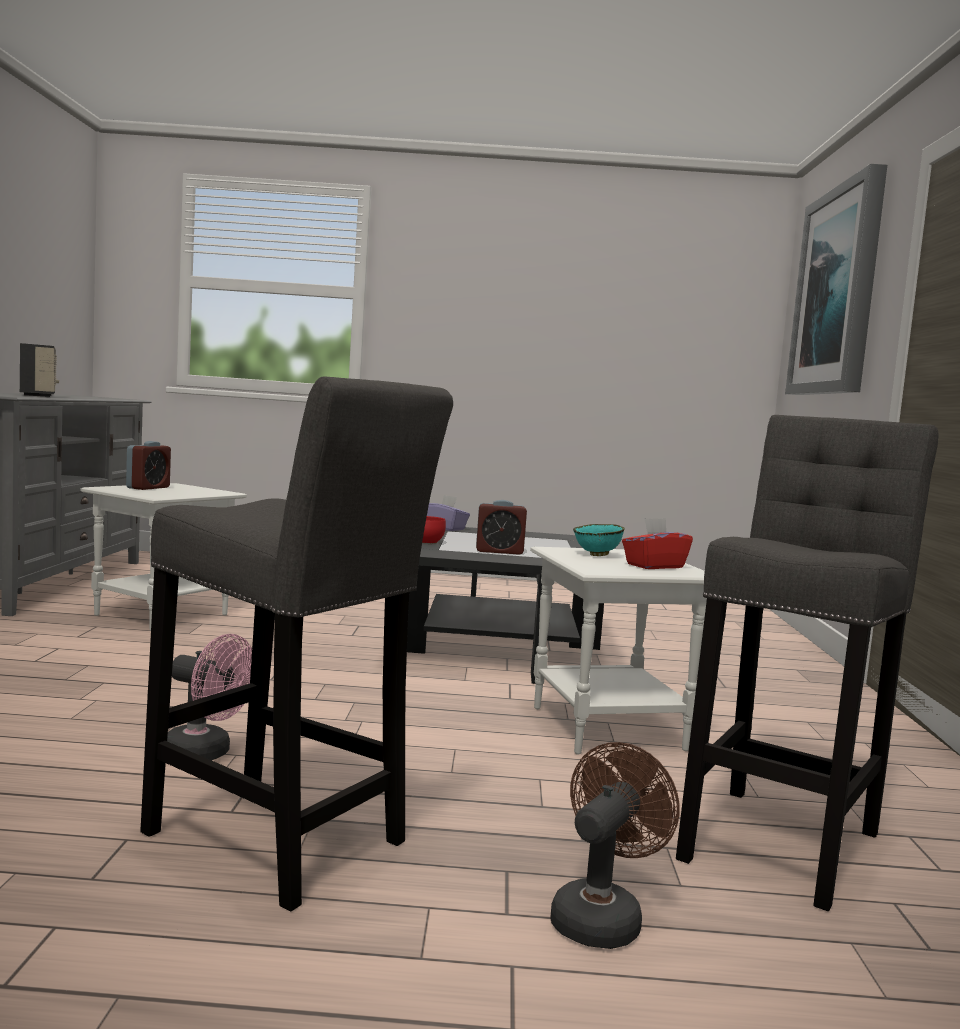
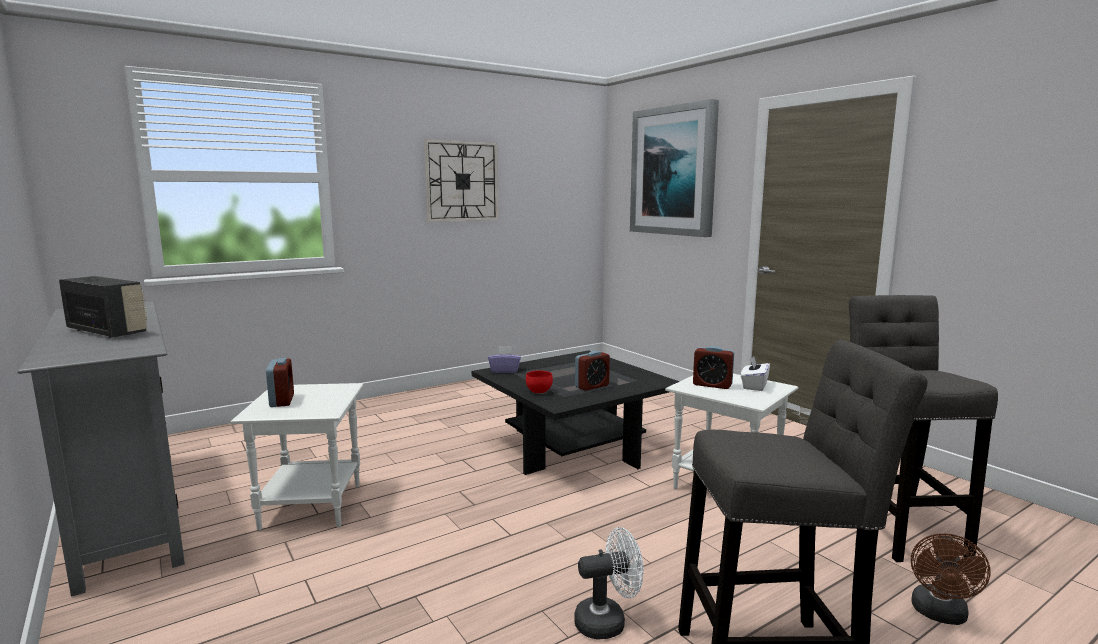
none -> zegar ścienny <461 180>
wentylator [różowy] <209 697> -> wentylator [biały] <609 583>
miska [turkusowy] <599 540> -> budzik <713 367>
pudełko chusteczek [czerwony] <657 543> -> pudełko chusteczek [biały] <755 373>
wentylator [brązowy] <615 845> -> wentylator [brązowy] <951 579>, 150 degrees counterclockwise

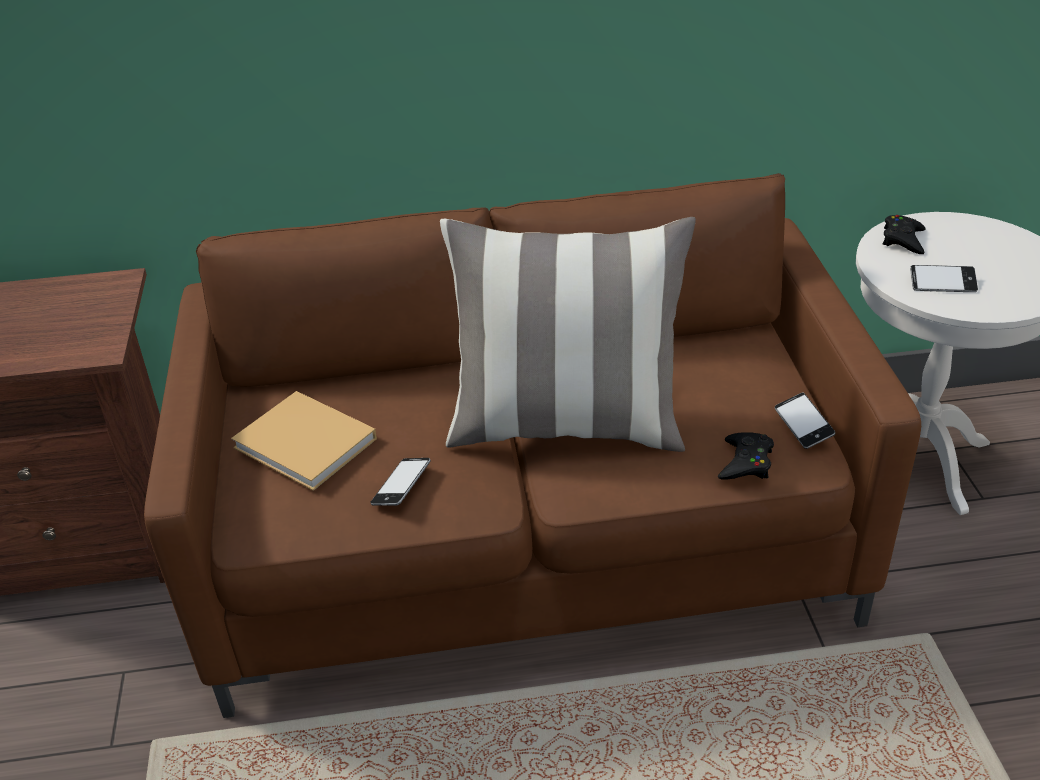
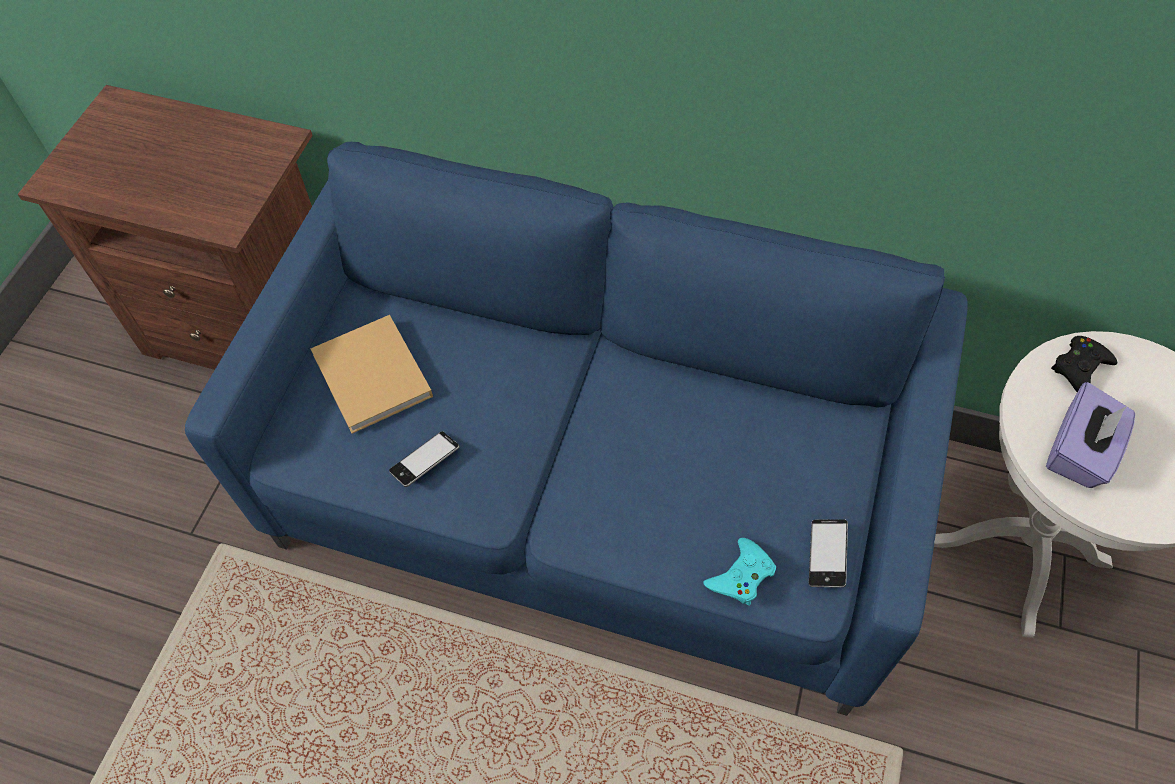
kanapa [brązowy] <532 445> -> kanapa [niebieski] <576 429>
pad do gier [czarny] <746 456> -> pad do gier [turkusowy] <739 572>
telefon <944 278> -> pudełko chusteczek [fioletowy] <1090 435>
poduszka <568 334> -> none

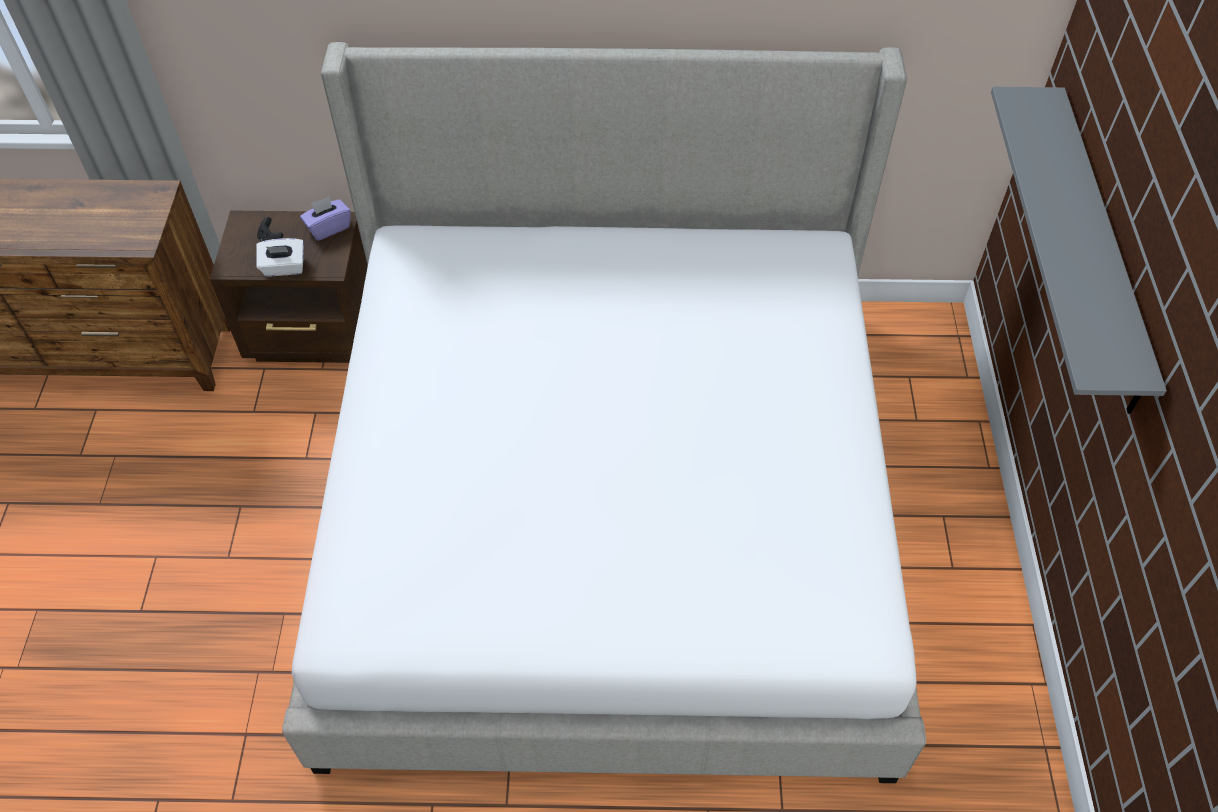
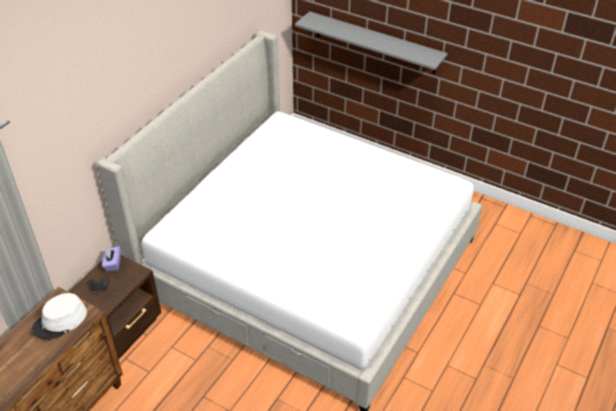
none -> kapelusz [biały] <59 316>
pudełko chusteczek [biały] <280 257> -> none

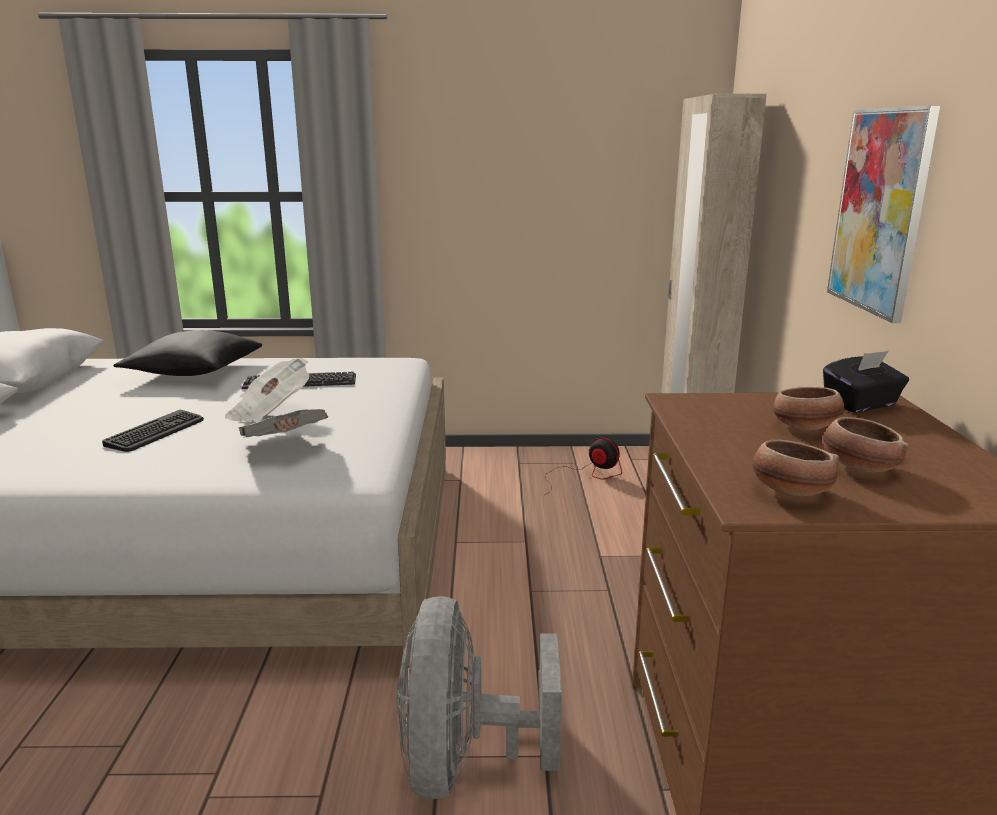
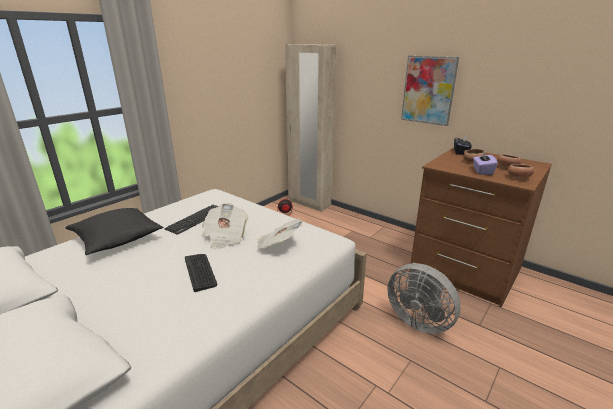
none -> pudełko chusteczek [fioletowy] <485 163>

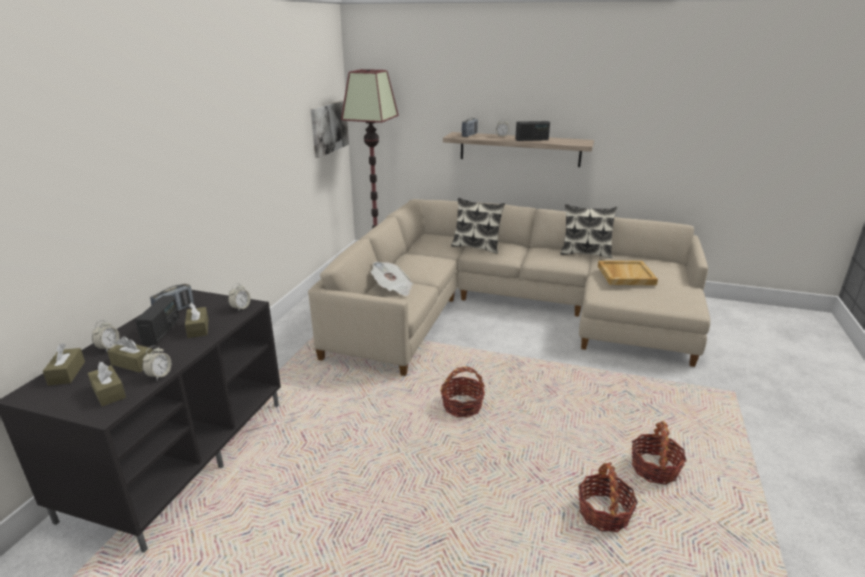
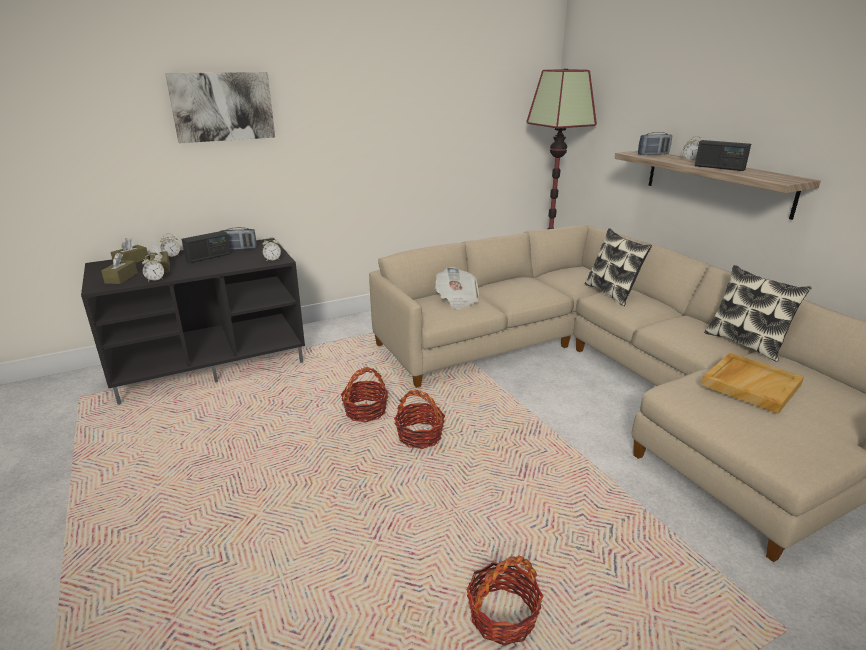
obraz <330 129> -> obraz <220 107>, relocated
koszyk <608 497> -> koszyk <365 395>, relocated
pudełko chusteczek [brązowy] <196 320> -> none

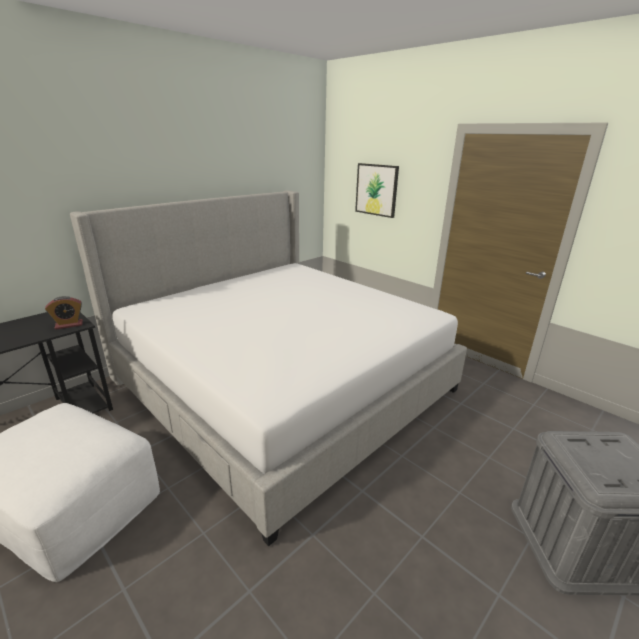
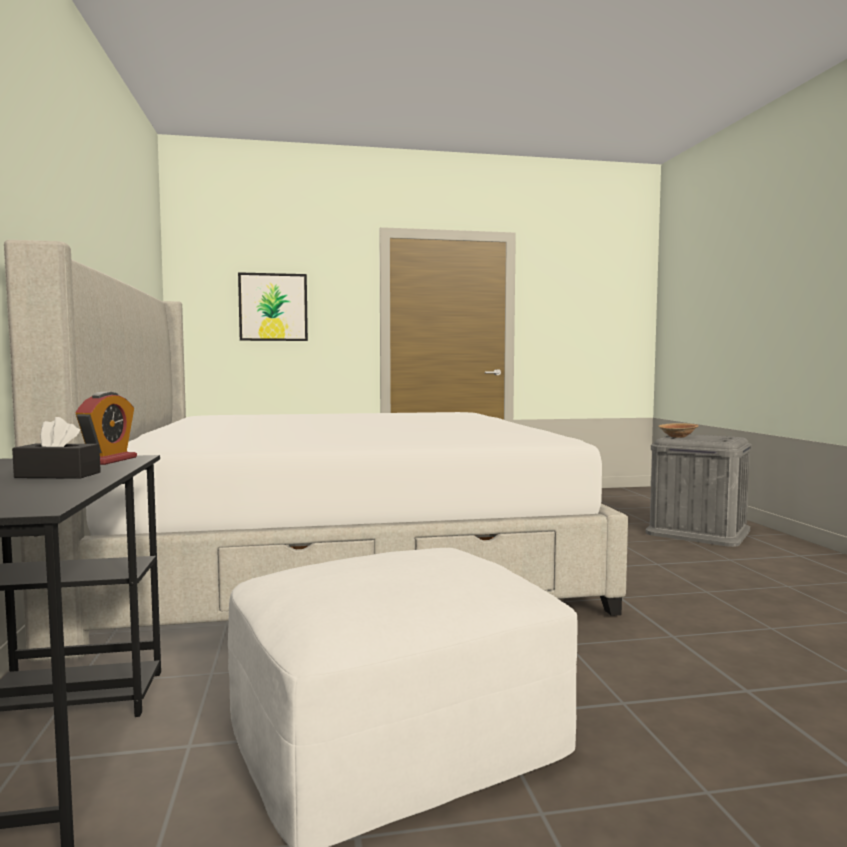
none -> pudełko chusteczek [czarny] <56 448>
none -> miska [brązowy] <678 430>

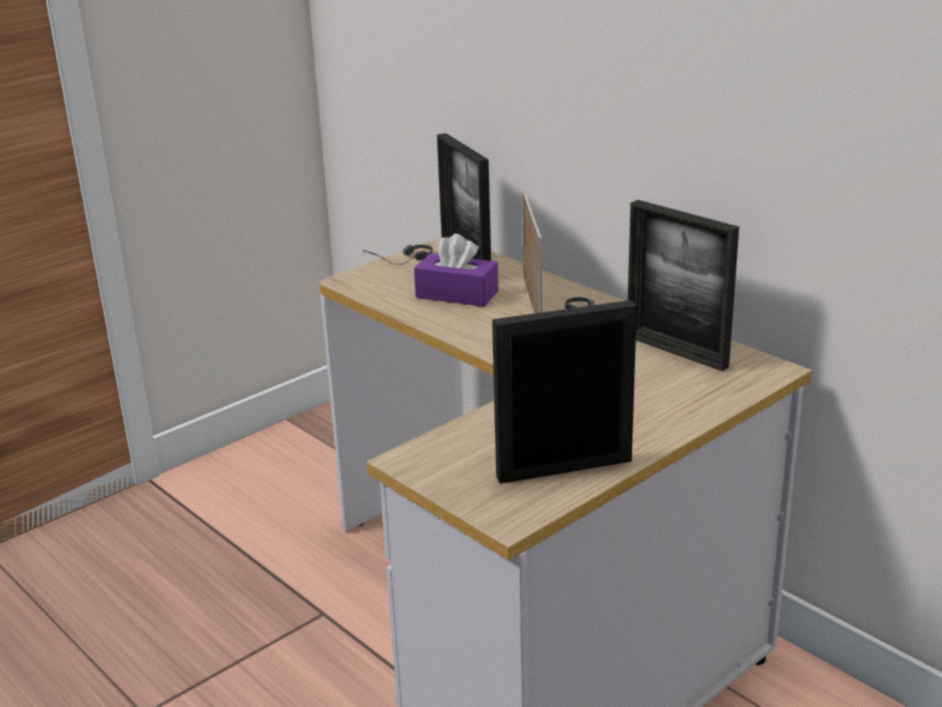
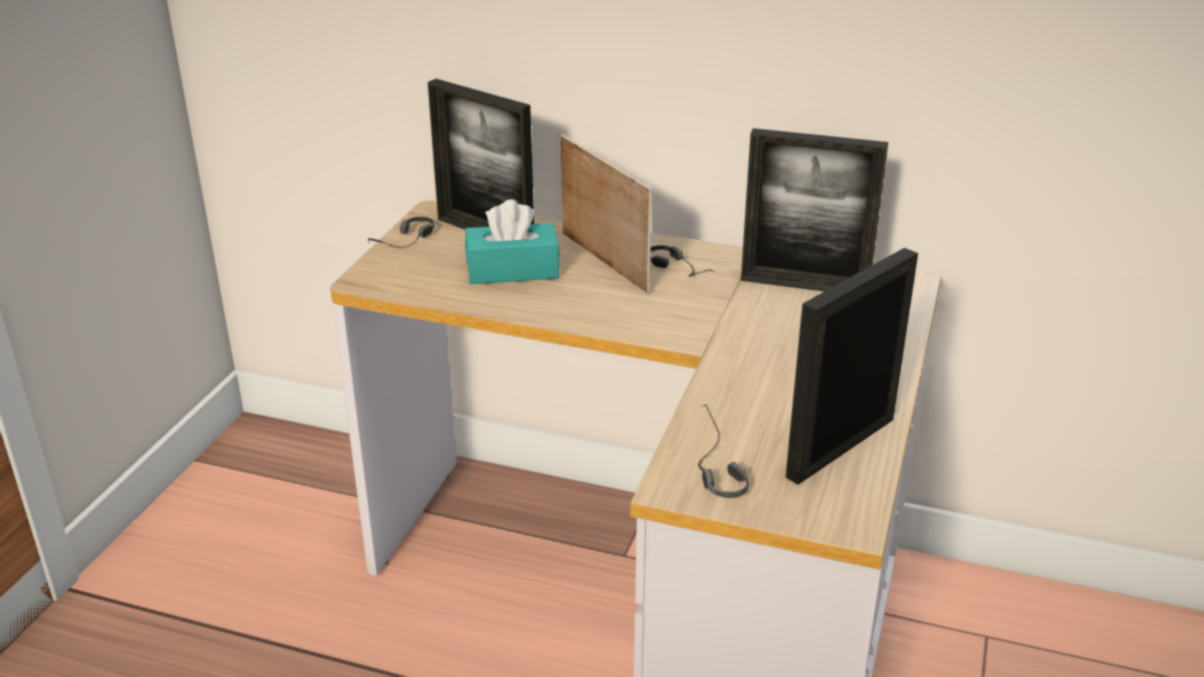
pudełko chusteczek [fioletowy] <456 270> -> pudełko chusteczek [turkusowy] <512 241>
none -> słuchawki <723 451>

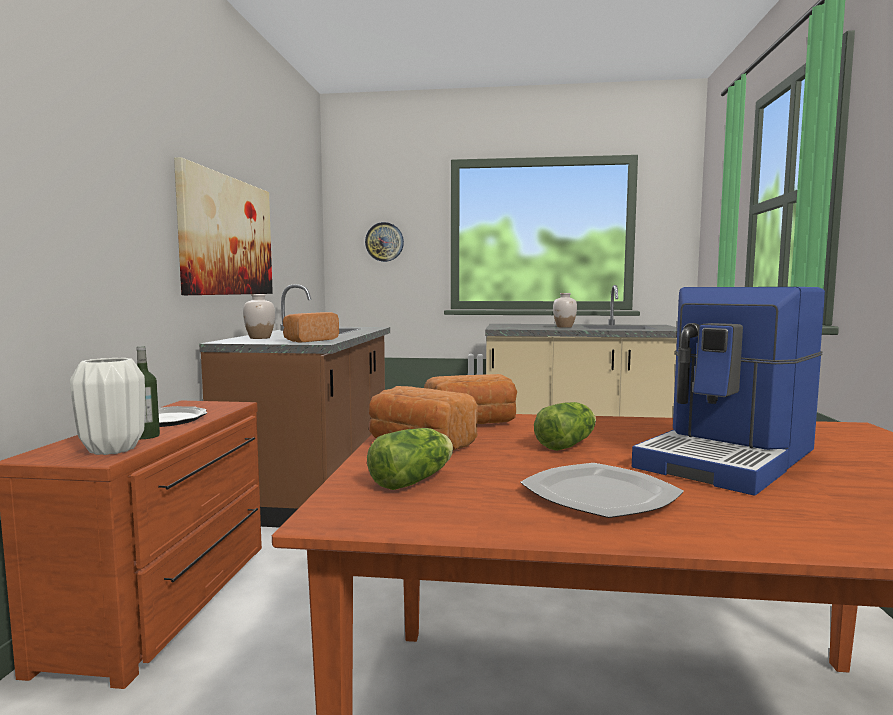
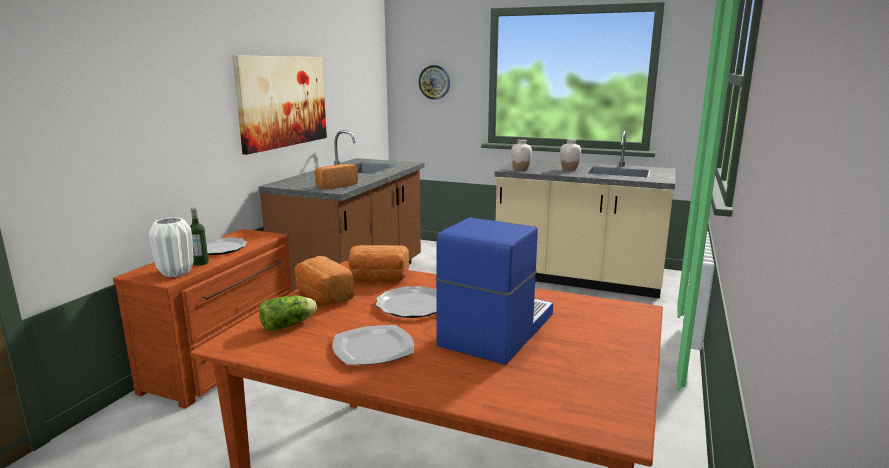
sałata <565 426> -> talerz <406 302>
ekspres do kawy <728 391> -> ekspres do kawy <494 291>, 150 degrees clockwise
wazon [biały] <259 316> -> wazon [biały] <521 155>, relocated

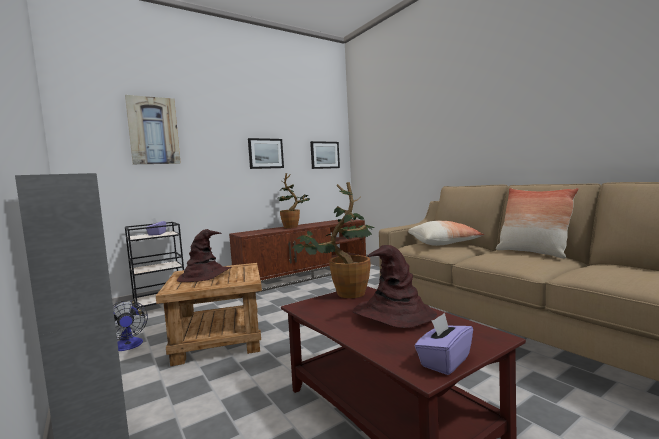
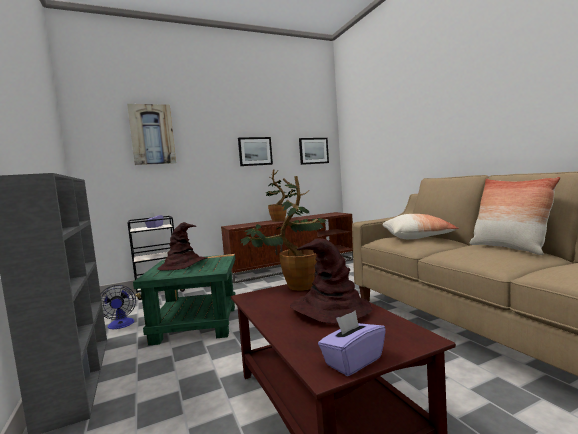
stolik [brązowy] <209 314> -> stolik [zielony] <184 300>

